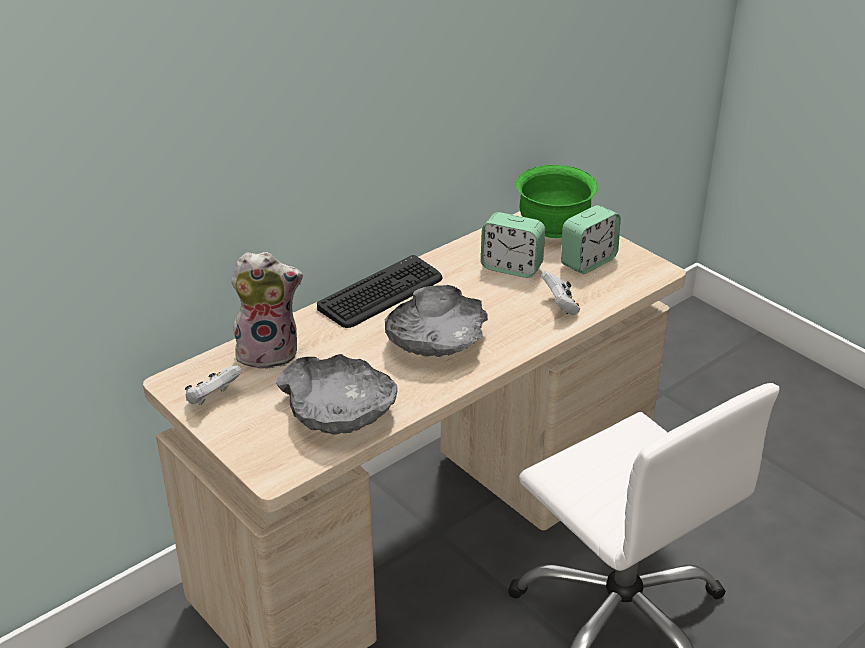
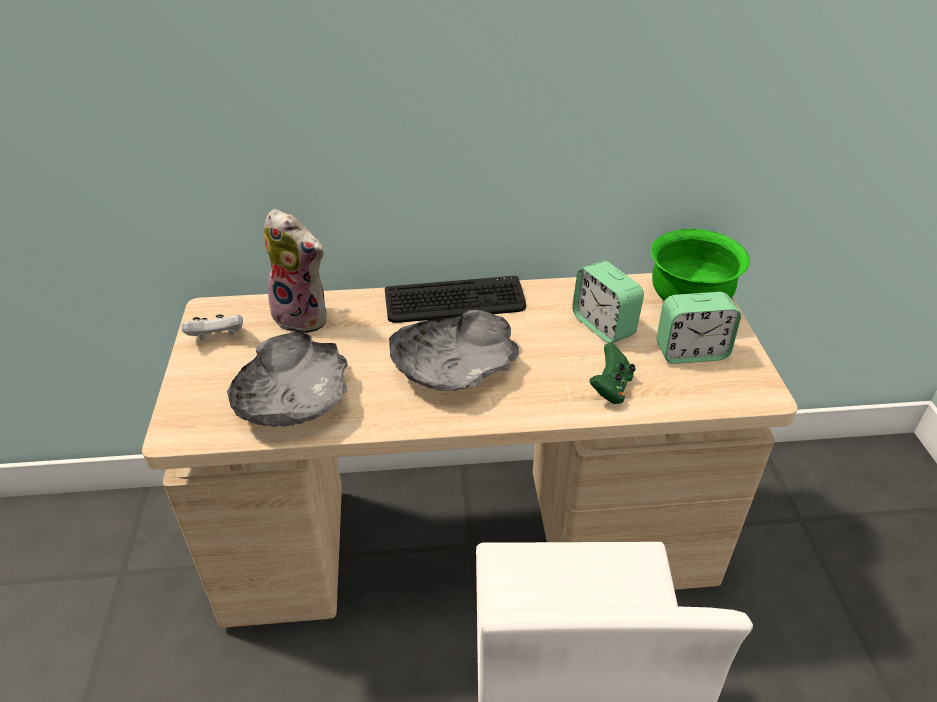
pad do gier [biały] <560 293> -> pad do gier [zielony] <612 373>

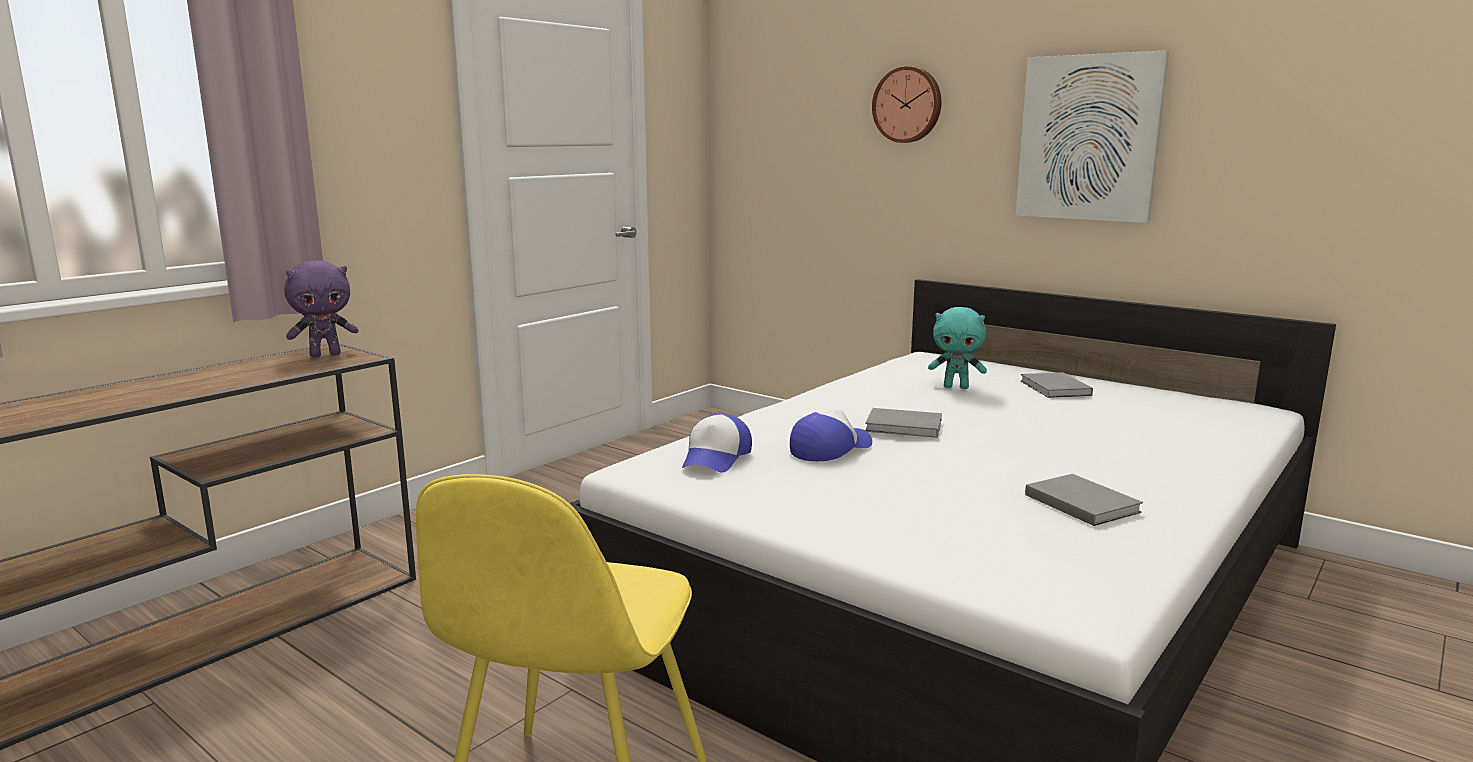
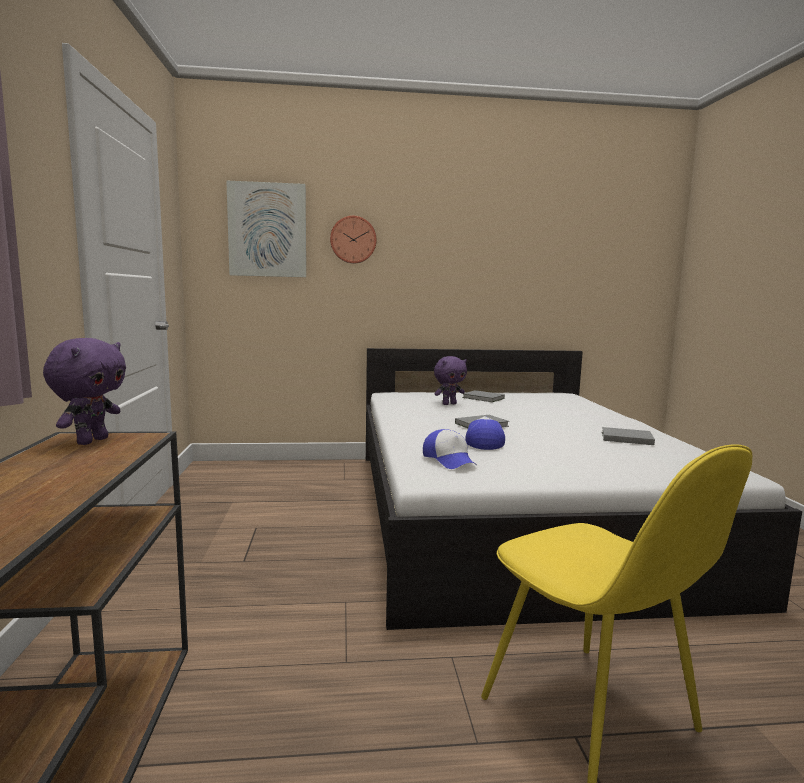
obraz <1092 136> -> obraz <266 229>, relocated
pluszak [turkusowy] <957 348> -> pluszak [fioletowy] <450 380>

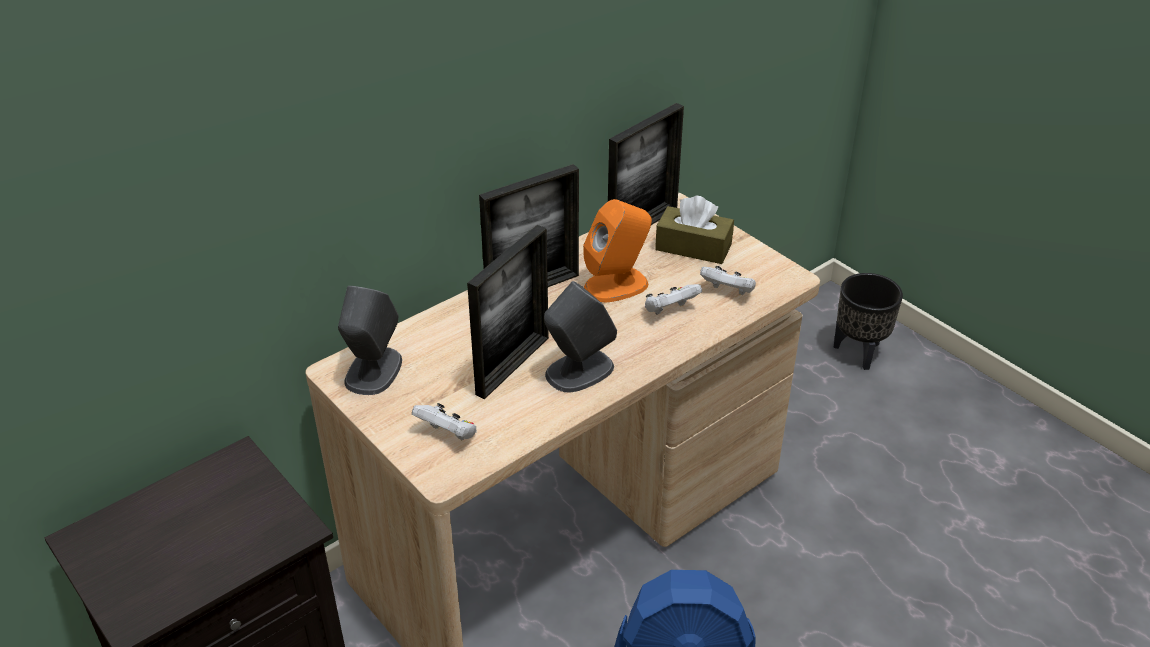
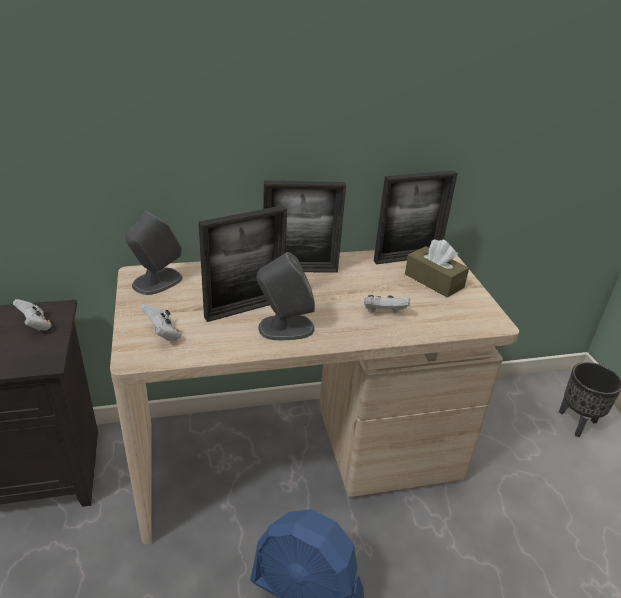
pad do gier [biały] <728 280> -> pad do gier [biały] <32 315>, relocated
głośnik [pomarańczowy] <617 250> -> none

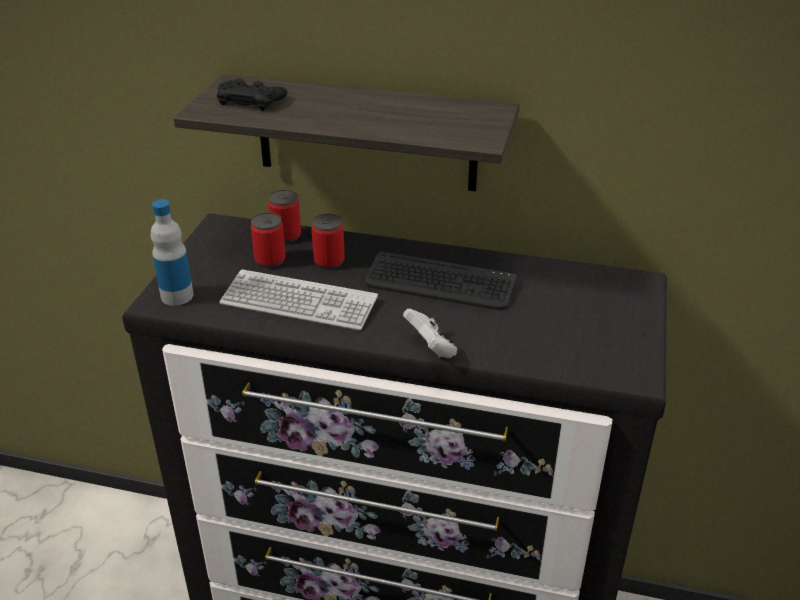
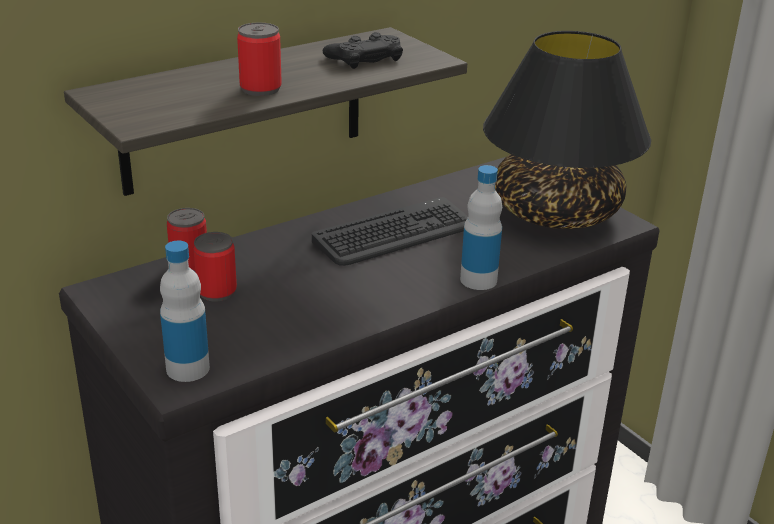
puszka <328 241> -> puszka <259 59>, relocated
pad do gier [czarny] <252 94> -> pad do gier [czarny] <363 50>, relocated
pad do gier [biały] <430 333> -> butelka <481 227>
none -> lampa stołowa [czarny] <567 130>
klawiatura <299 300> -> none

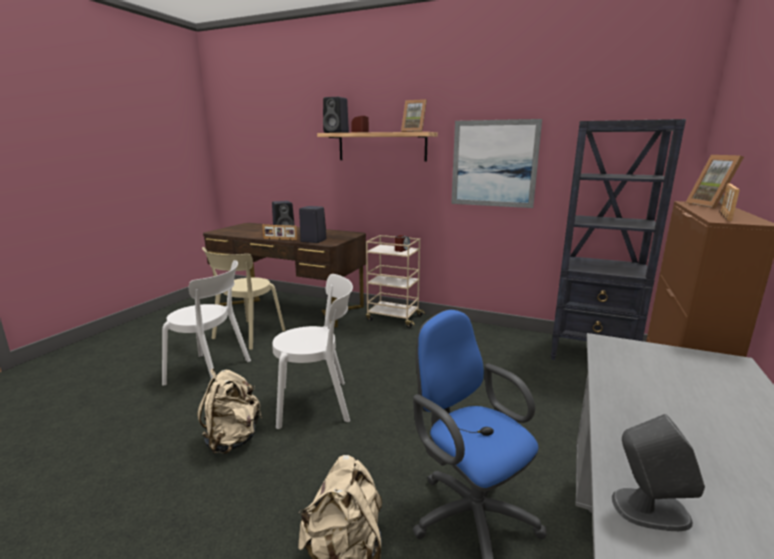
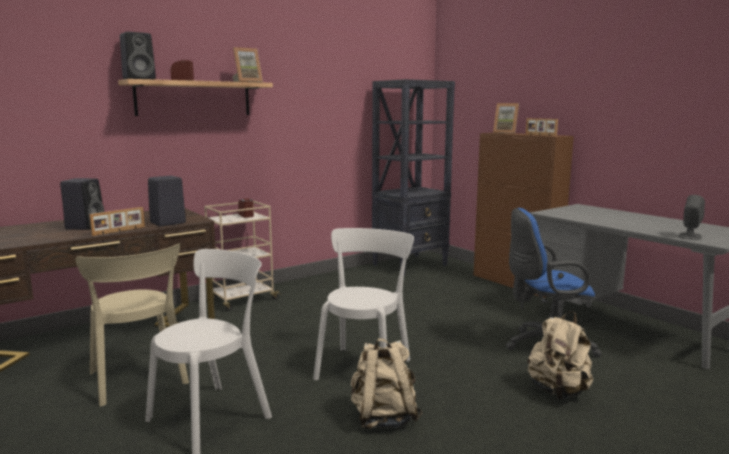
obraz <496 163> -> none

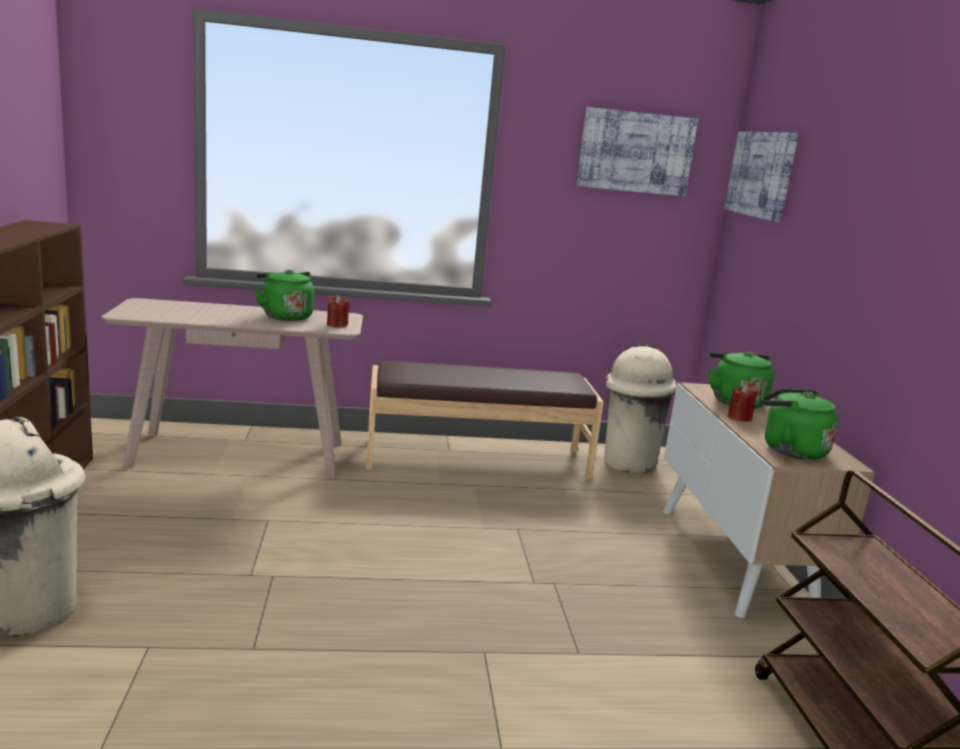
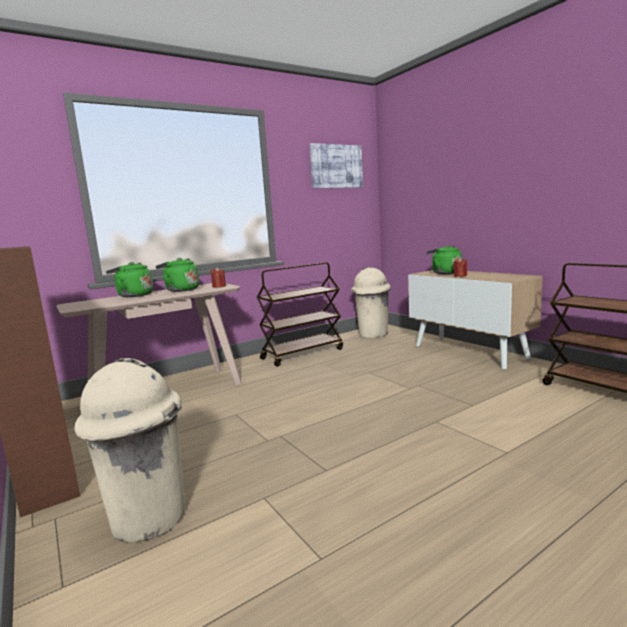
czajnik [zielony] <799 424> -> czajnik [zielony] <129 279>, relocated
ławka [brązowy] <485 420> -> wózek [brązowy] <300 314>
obraz <761 177> -> none

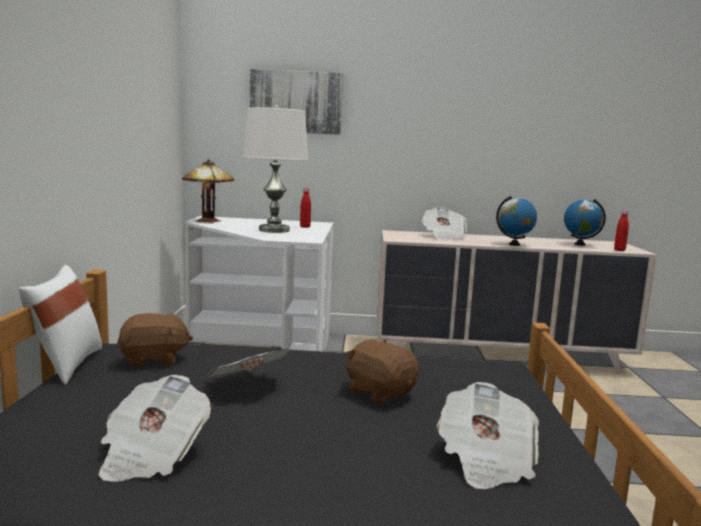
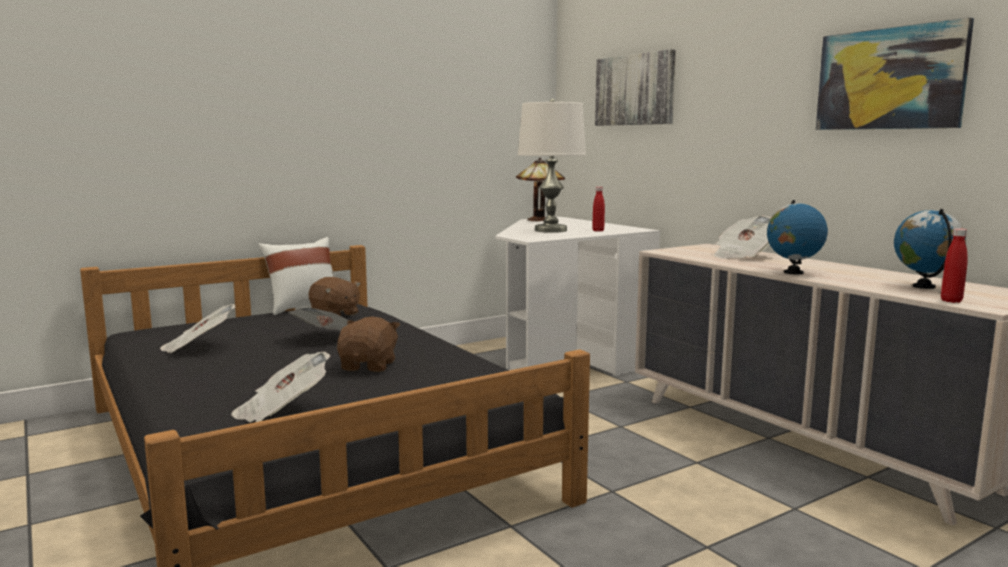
none -> obraz <895 74>

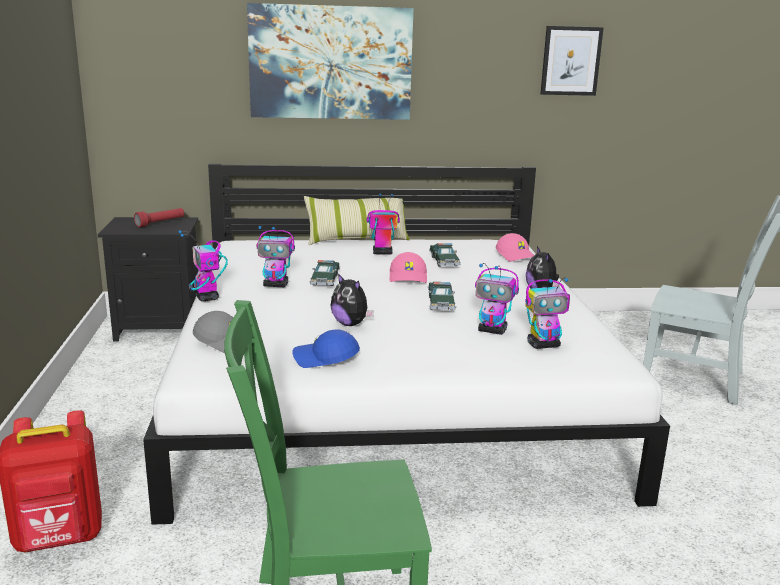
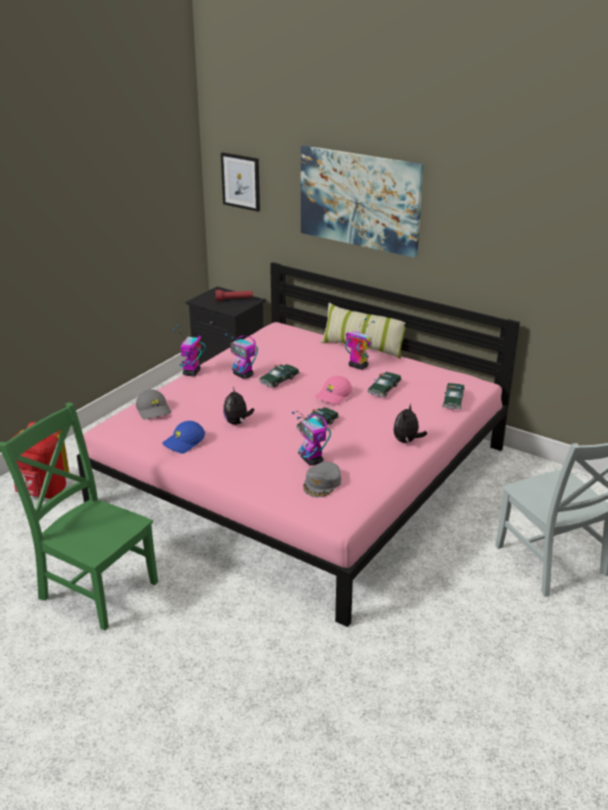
łóżko [biały] <406 344> -> łóżko [różowy] <298 444>
czapka z daszkiem [niebieski] <326 349> -> czapka z daszkiem [niebieski] <183 437>, 90 degrees counterclockwise
obraz <572 61> -> obraz <240 182>, relocated
robot zabawkowy <547 313> -> czapka z daszkiem [szary] <322 479>
czapka z daszkiem [różowy] <515 247> -> samochodzik <453 396>

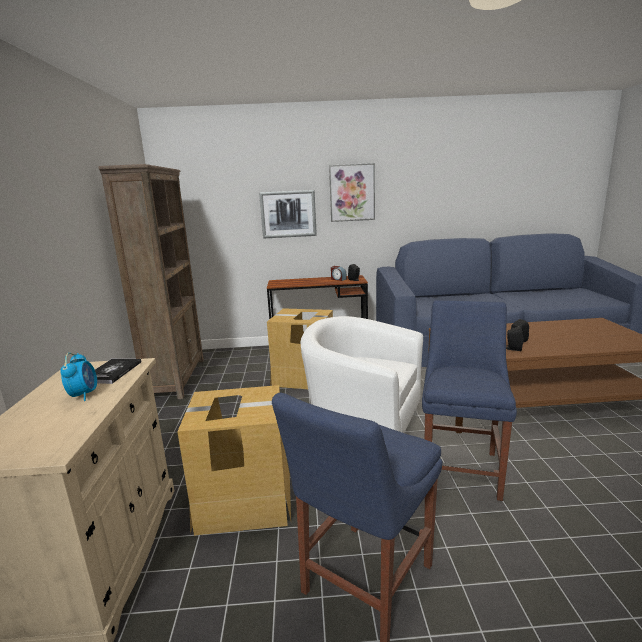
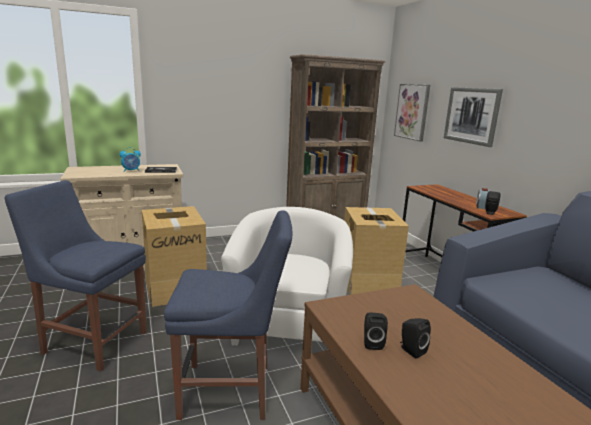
obraz <352 192> -> obraz <412 113>, relocated

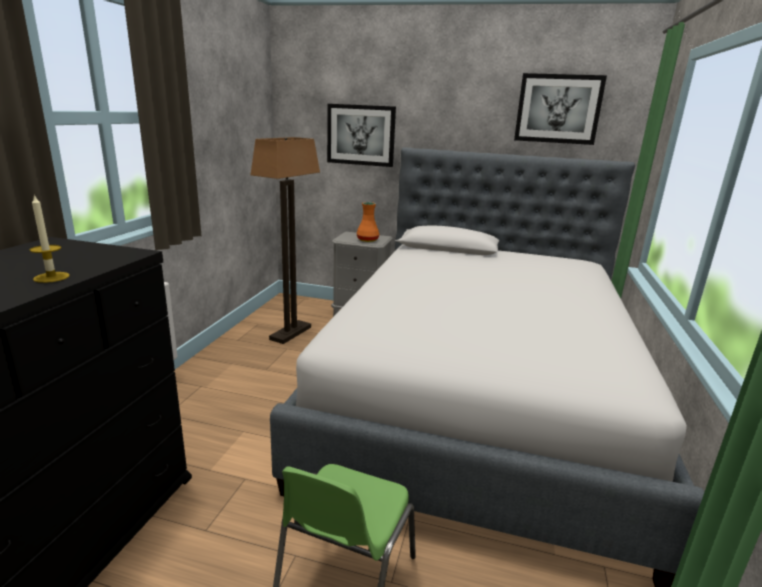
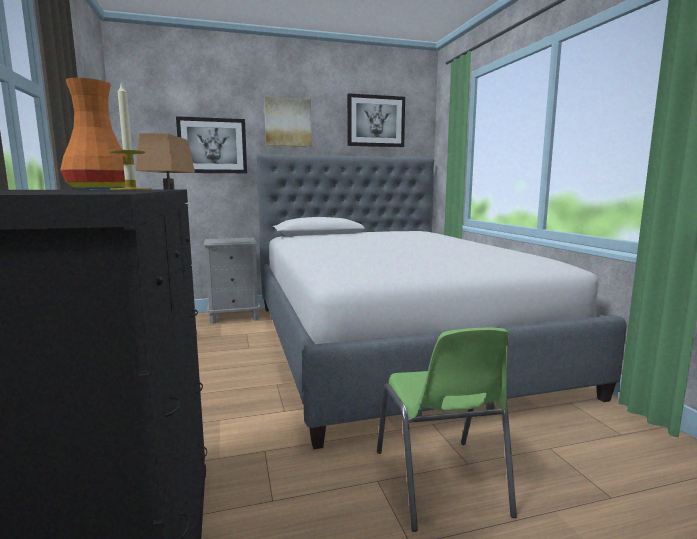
wazon [pomarańczowy] <367 222> -> wazon [pomarańczowy] <92 133>, relocated
none -> obraz <288 121>

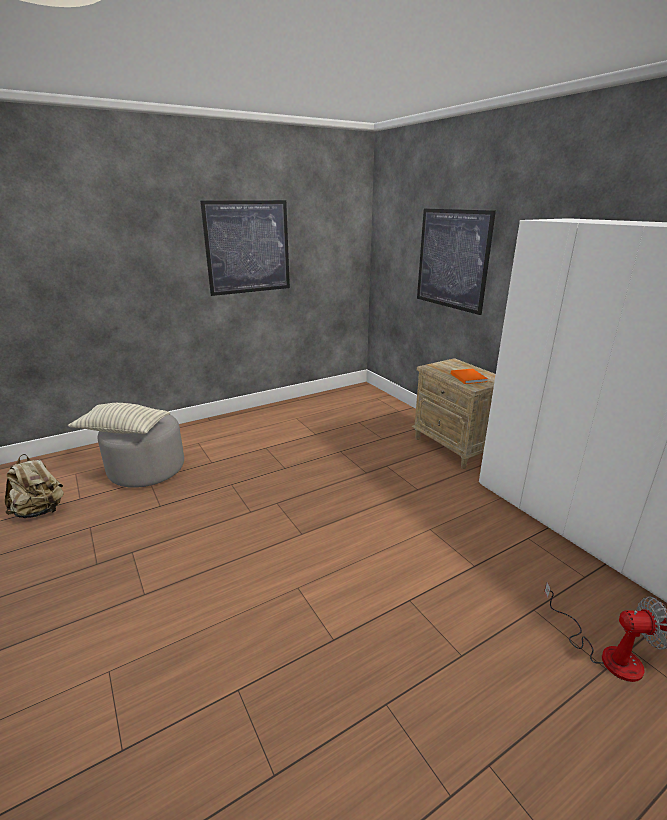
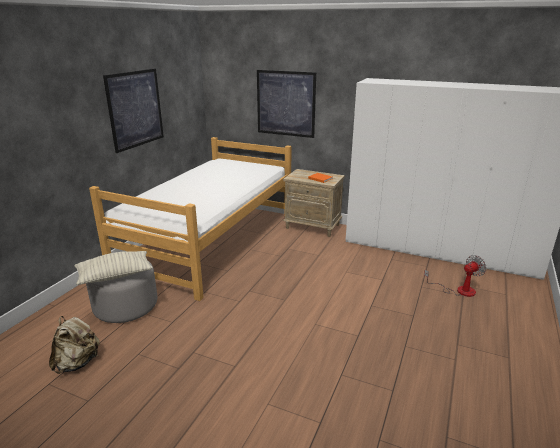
none -> łóżko <190 219>

